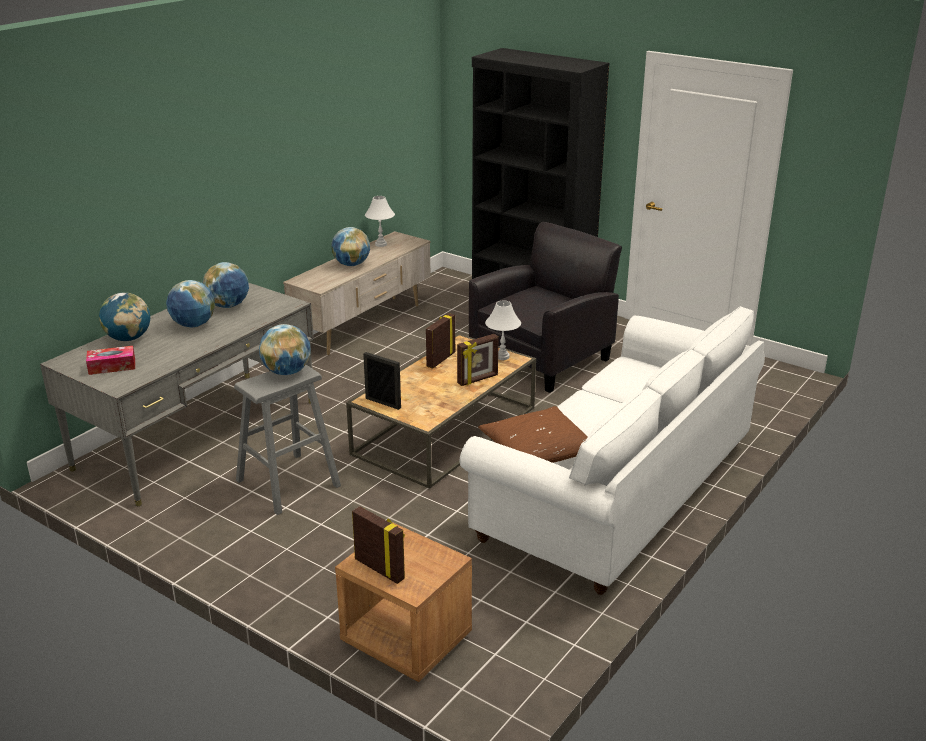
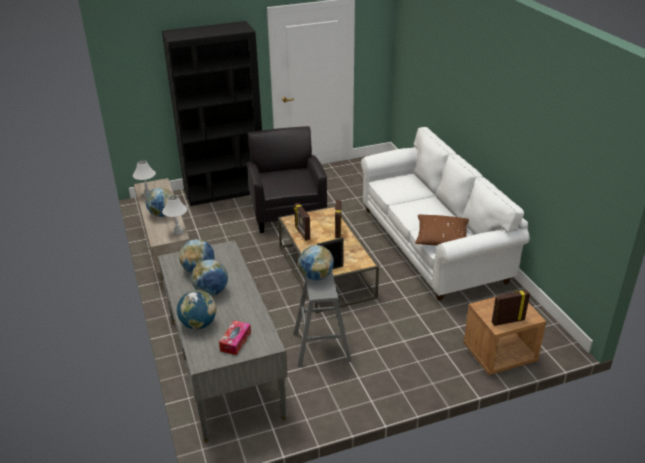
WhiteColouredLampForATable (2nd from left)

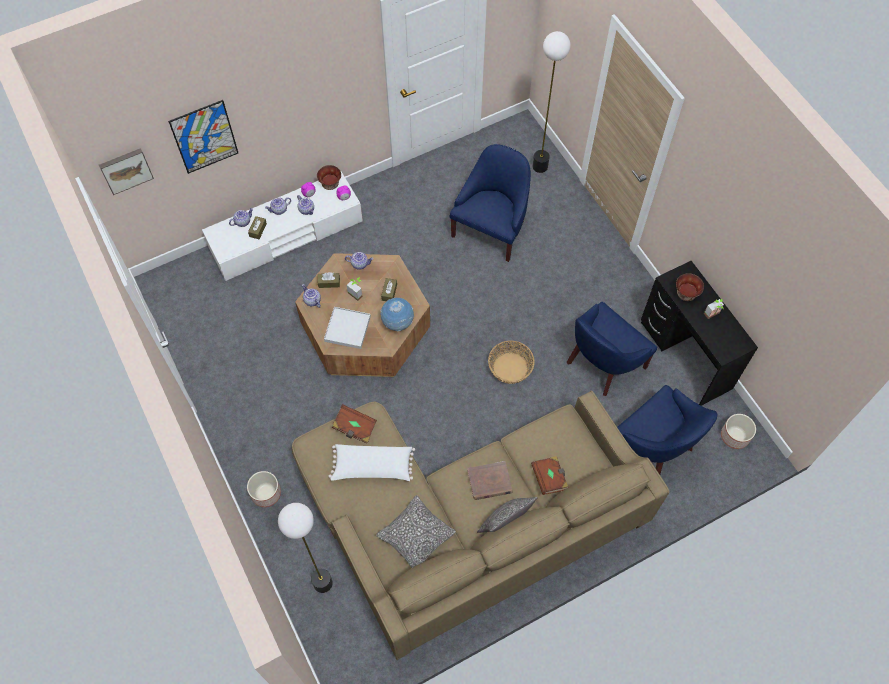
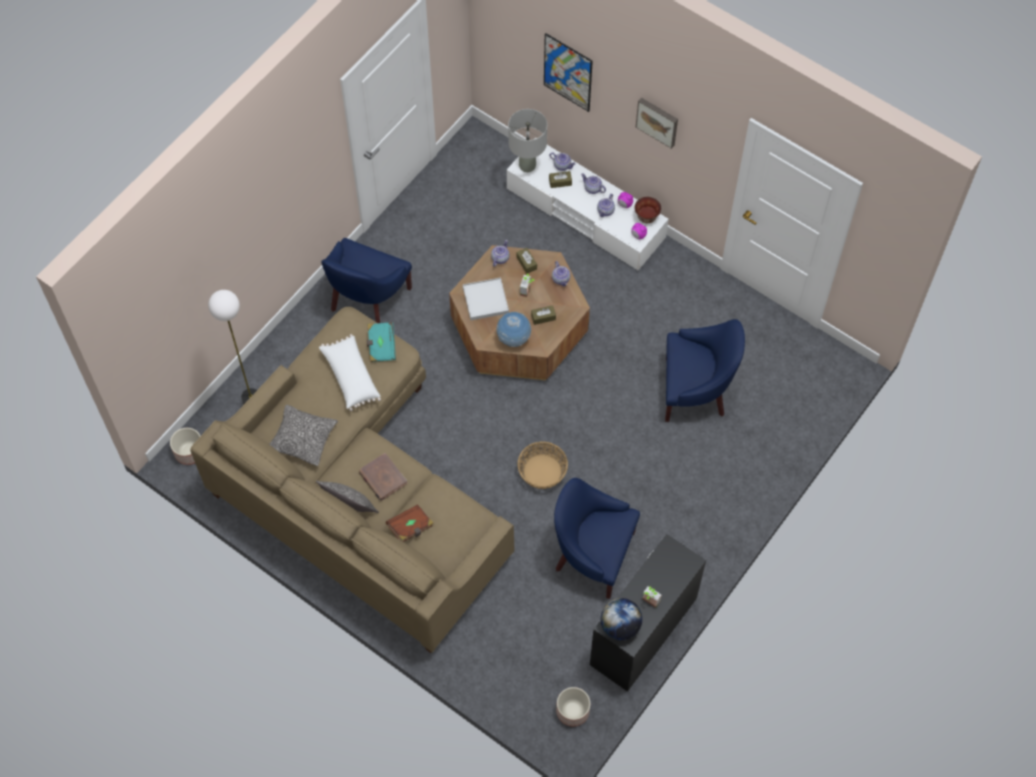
Picture (2nd from left)
FlowerPot (1st from left)
BlueGreenBoundBook
FloorLamp (2nd from left in the first image)
BluishEasyChair (1st from left)
ServingBowl (2nd from left in the first image)
GreyishLampForATable
WorldGlobe (2nd from left)

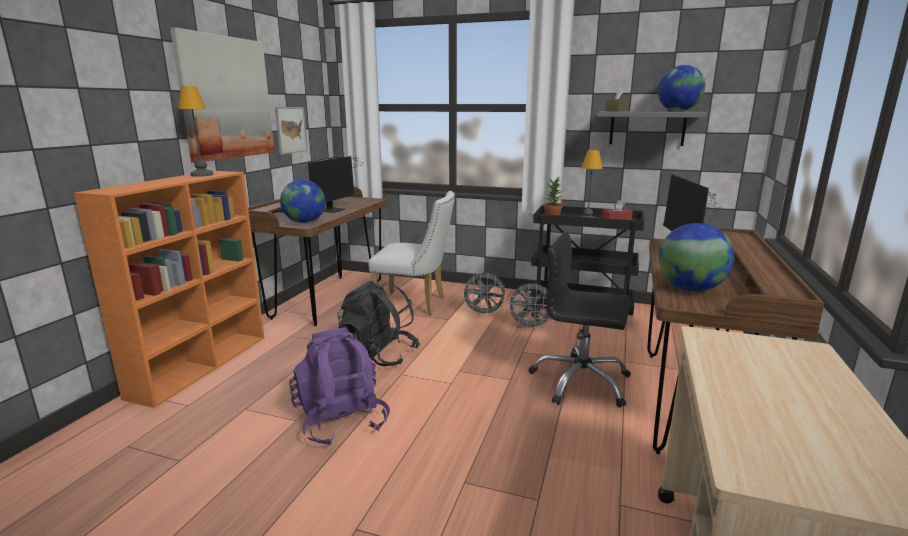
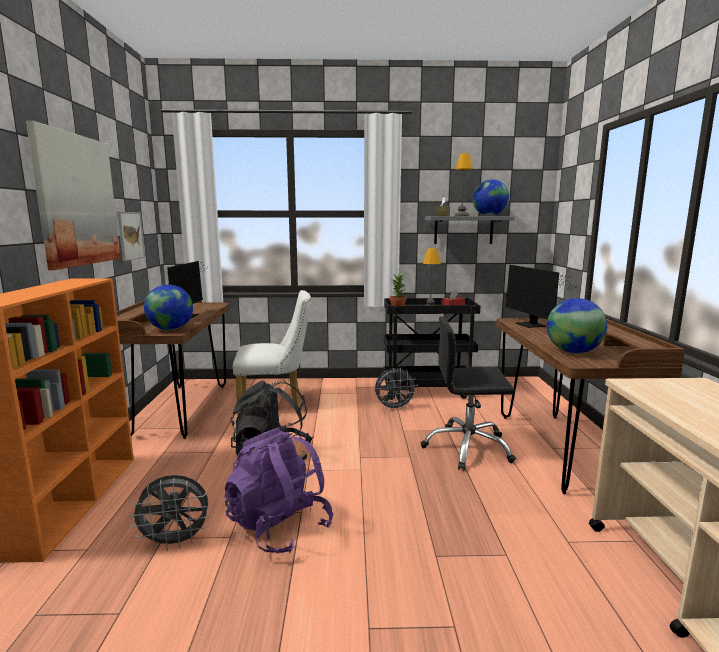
LampForATable (2nd from left)
GreyishCoolingFan (1st from left)

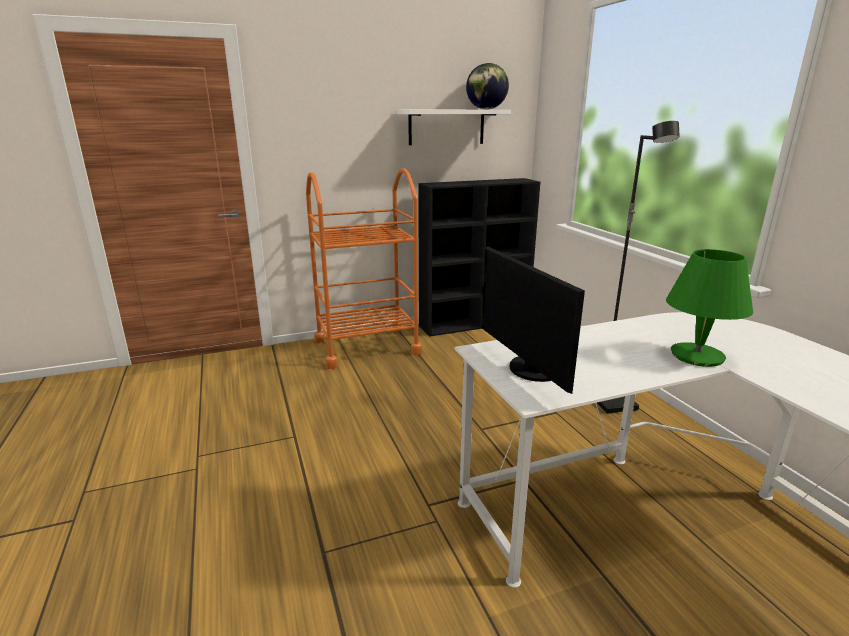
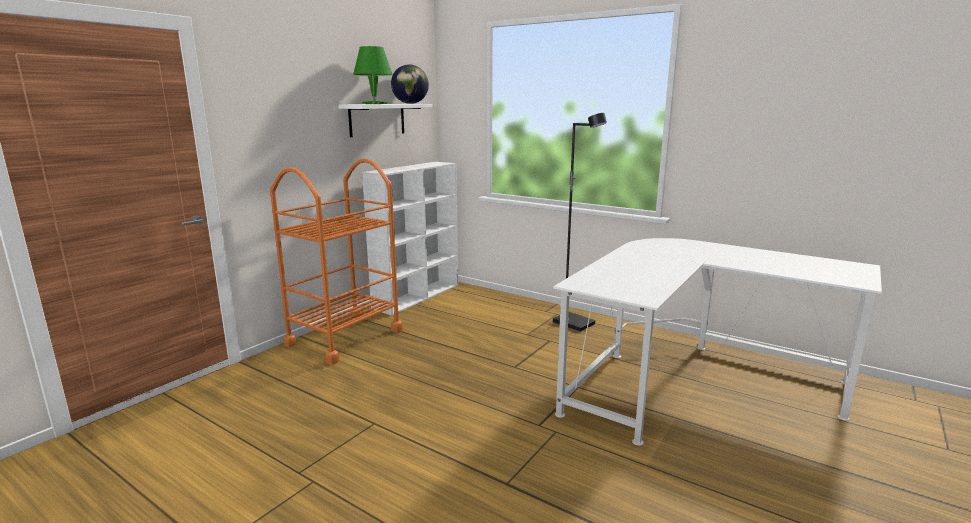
WhiteColouredBookshelf
ComputerDisplay
GreenishLampForATable

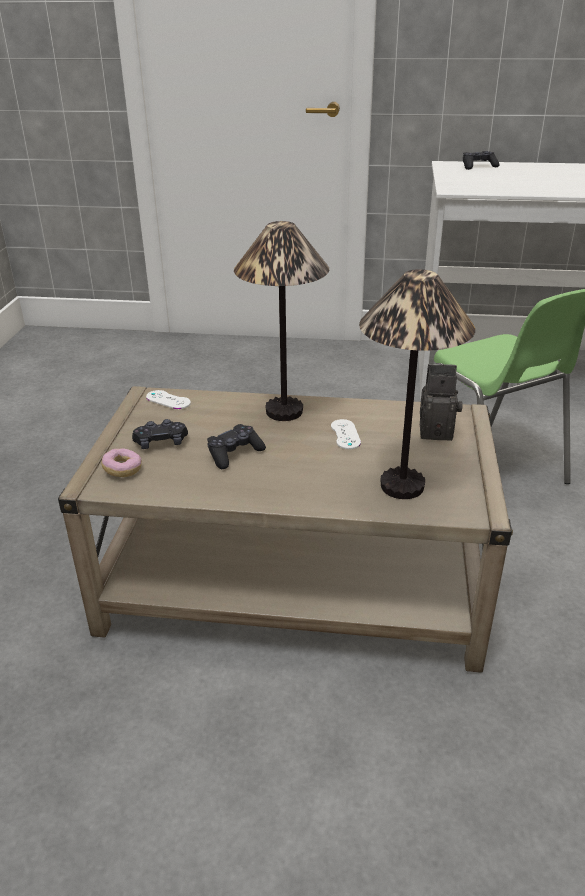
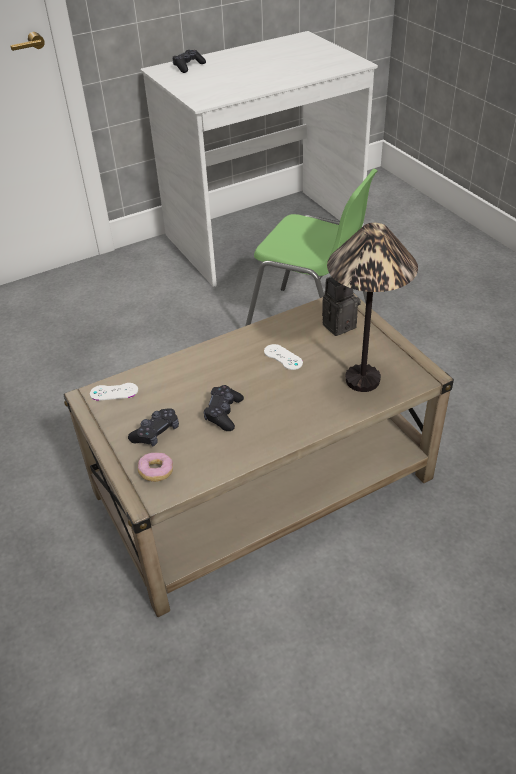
LampForATable (1st from left in the first image)

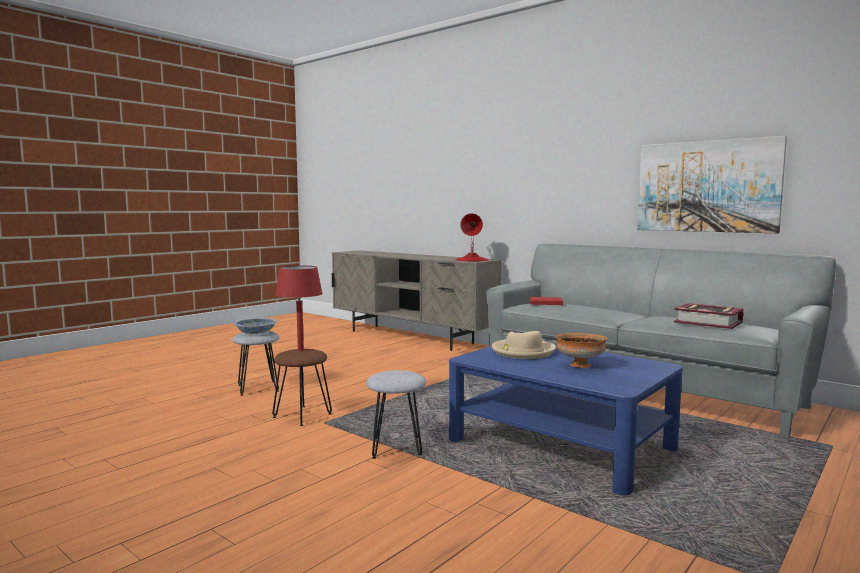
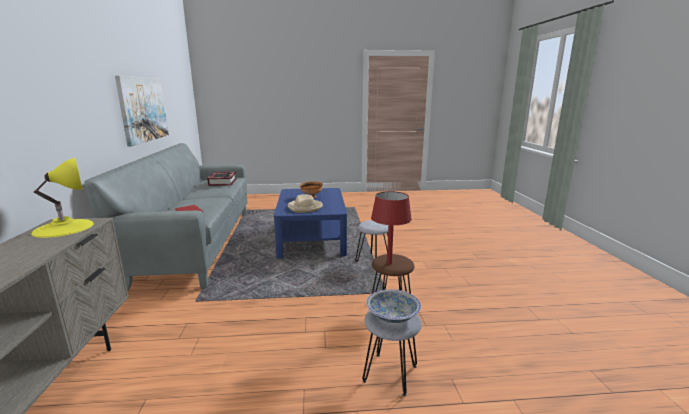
YellowishLampForATable

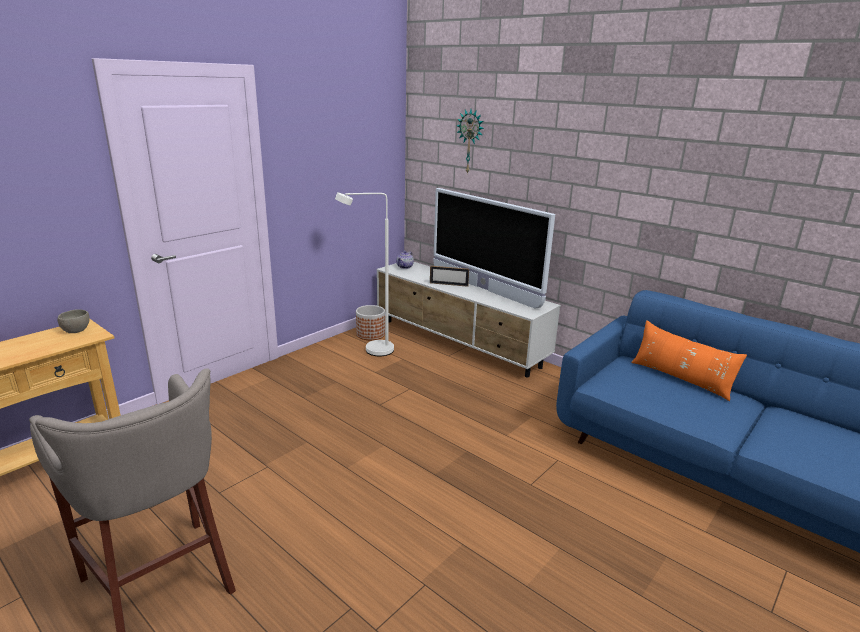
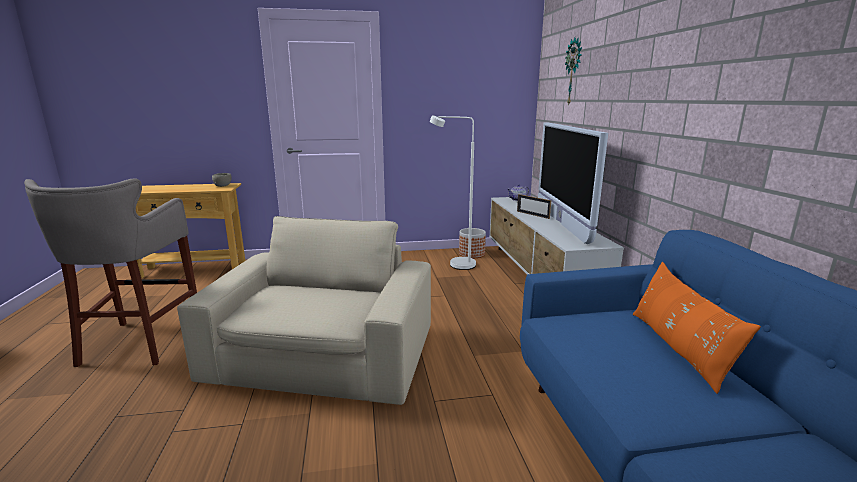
BeigeColouredEasyChair

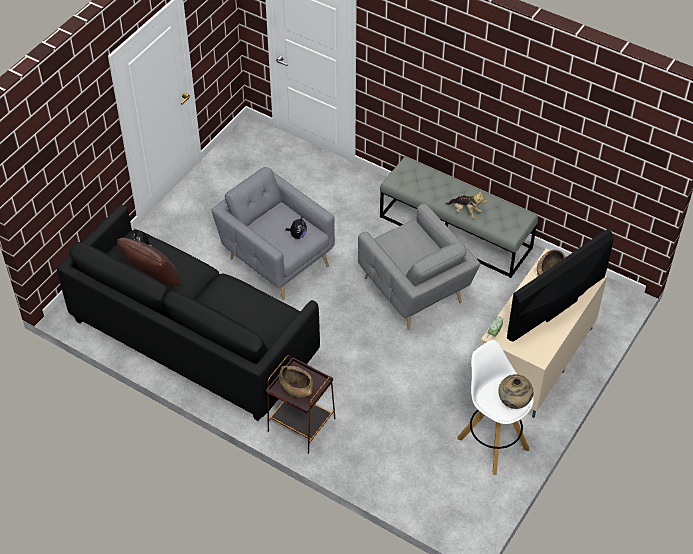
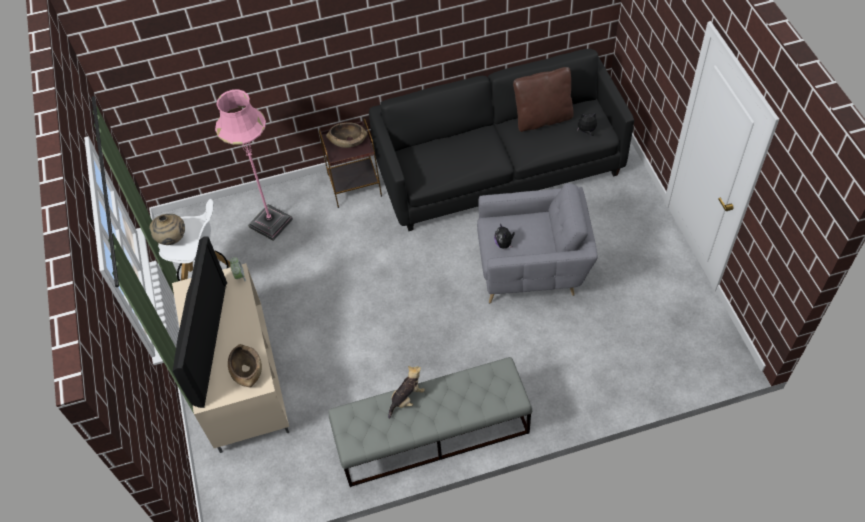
GreyishEasyChair (2nd from left in the first image)
CuddlyToy (1st from left)
PinkFloorLamp

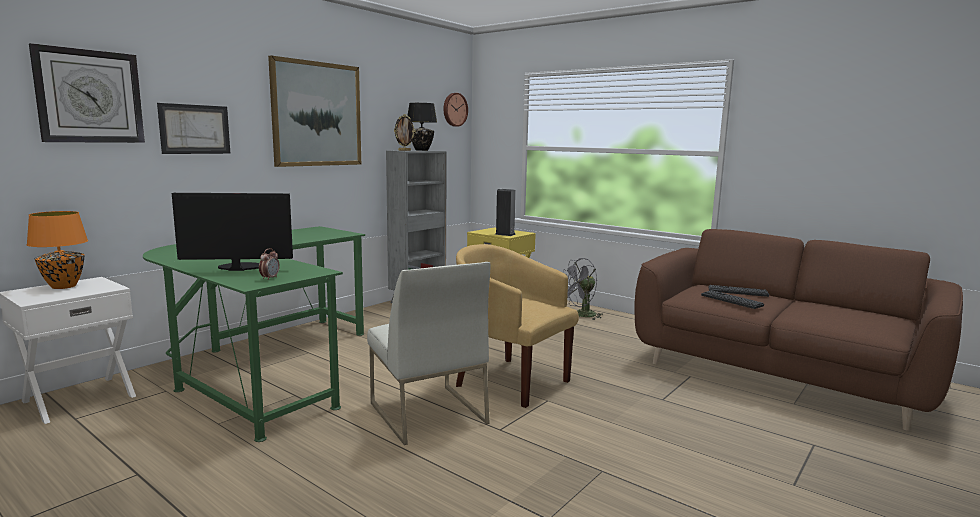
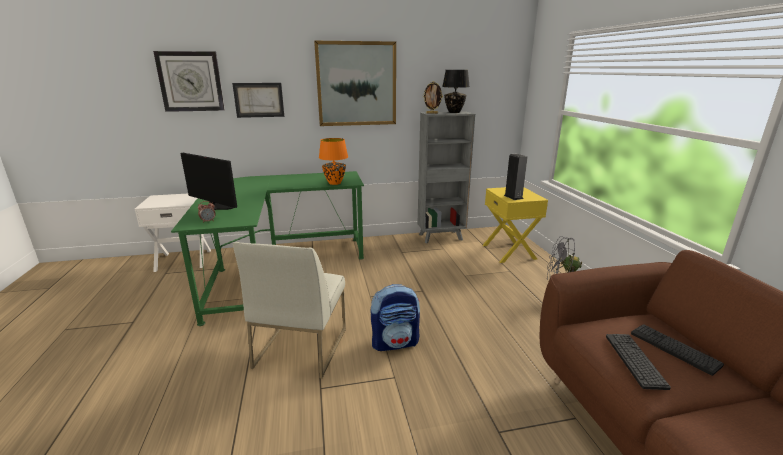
OrangeColouredLampForATable
ClockOnTheWall (2nd from left in the first image)
Rucksack

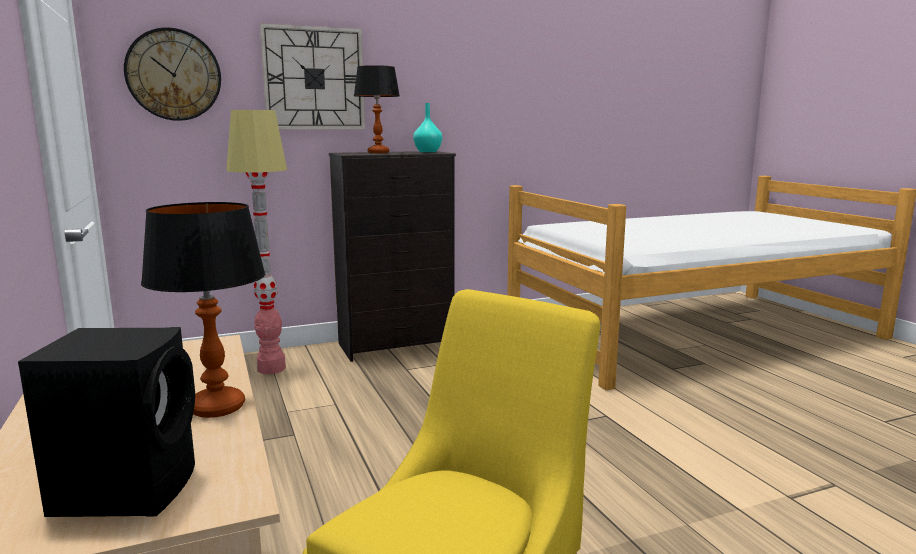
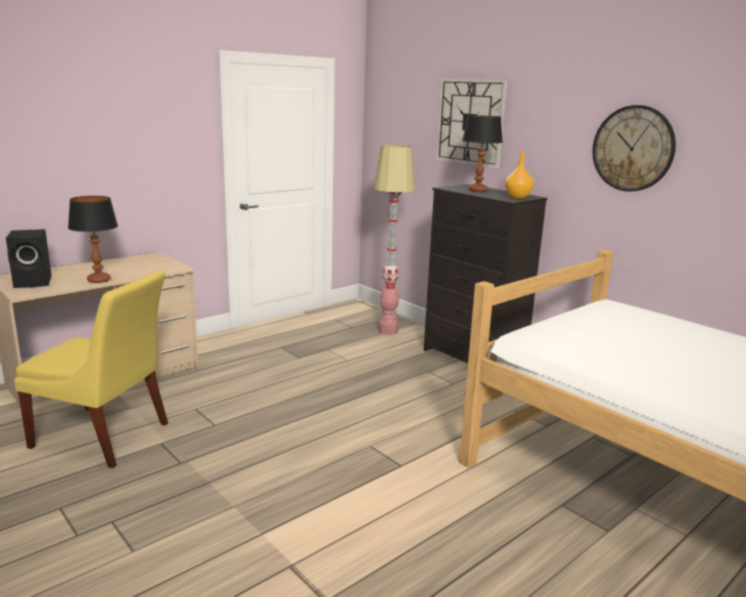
ClockOnTheWall (2nd from left)
OrangeColouredDecorativeVase

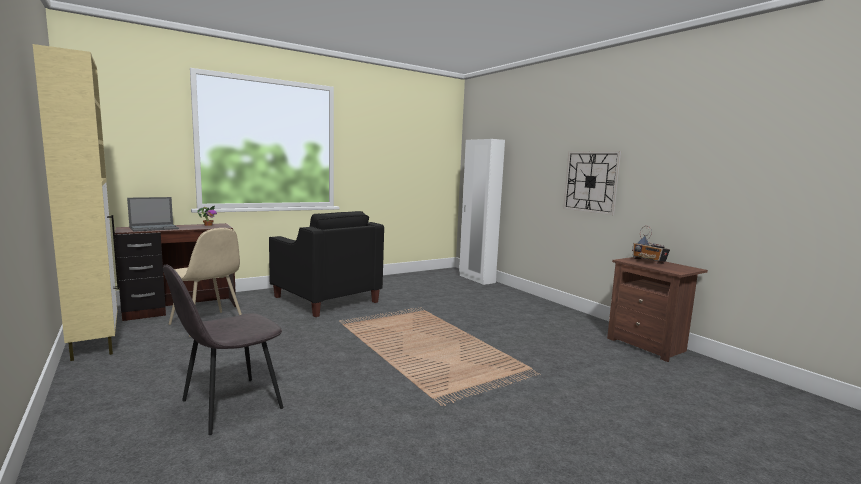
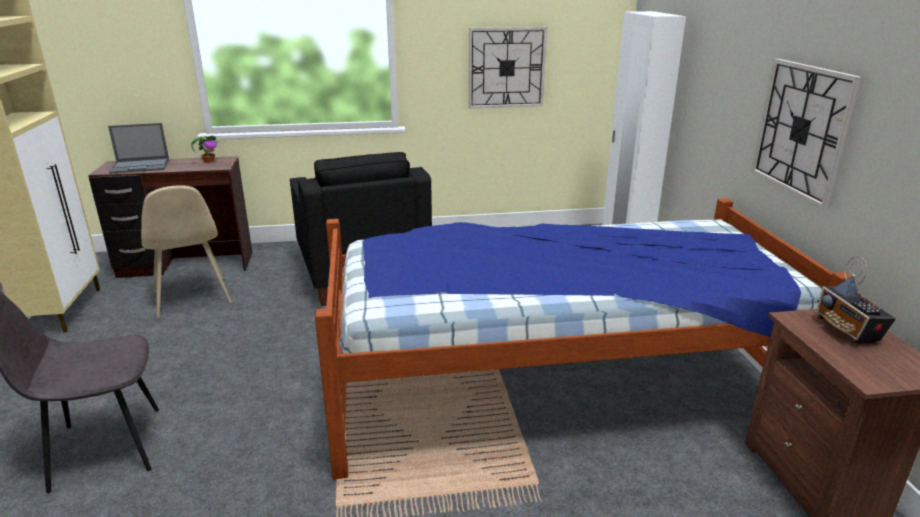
Bed
ClockOnTheWall (1st from left)

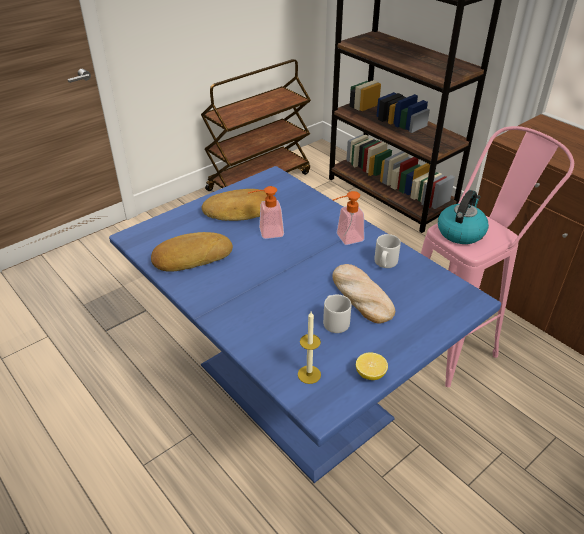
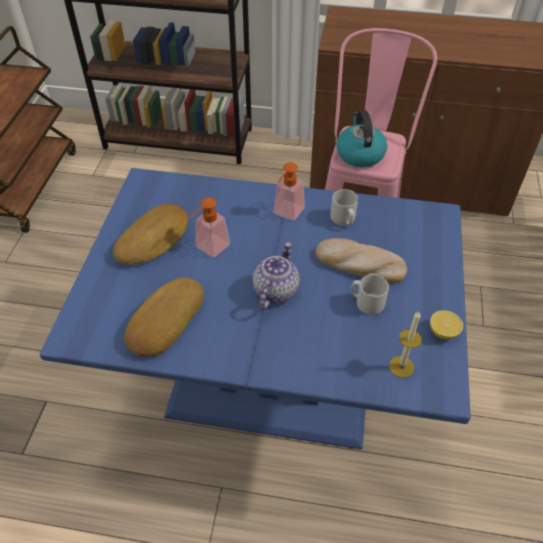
TeaPot

